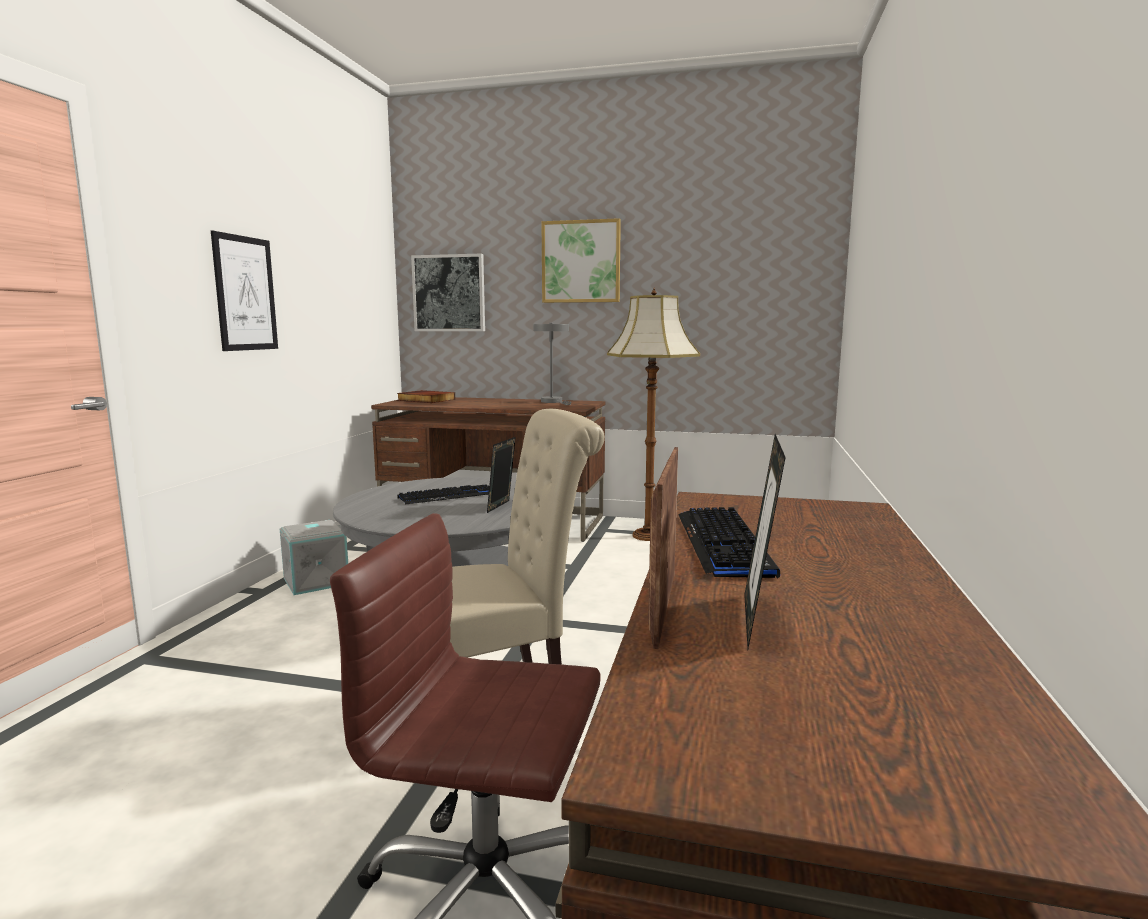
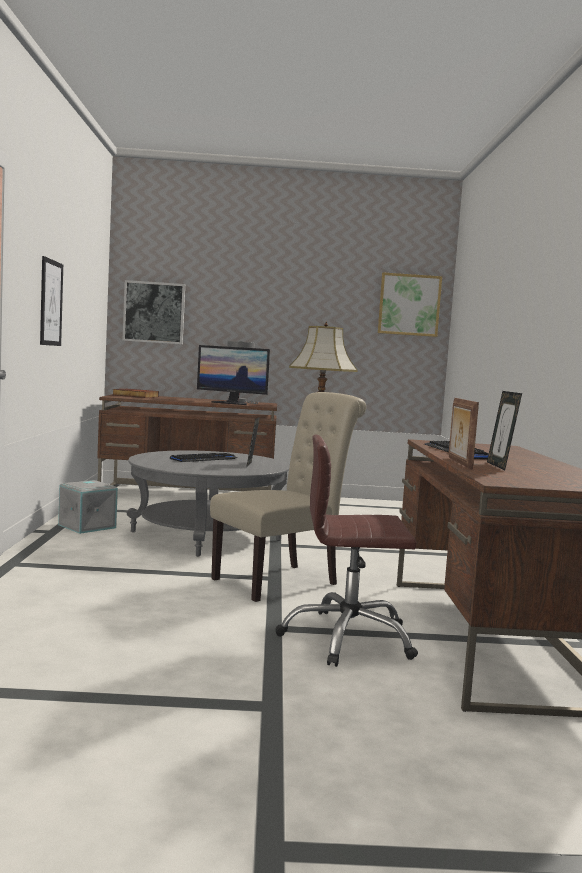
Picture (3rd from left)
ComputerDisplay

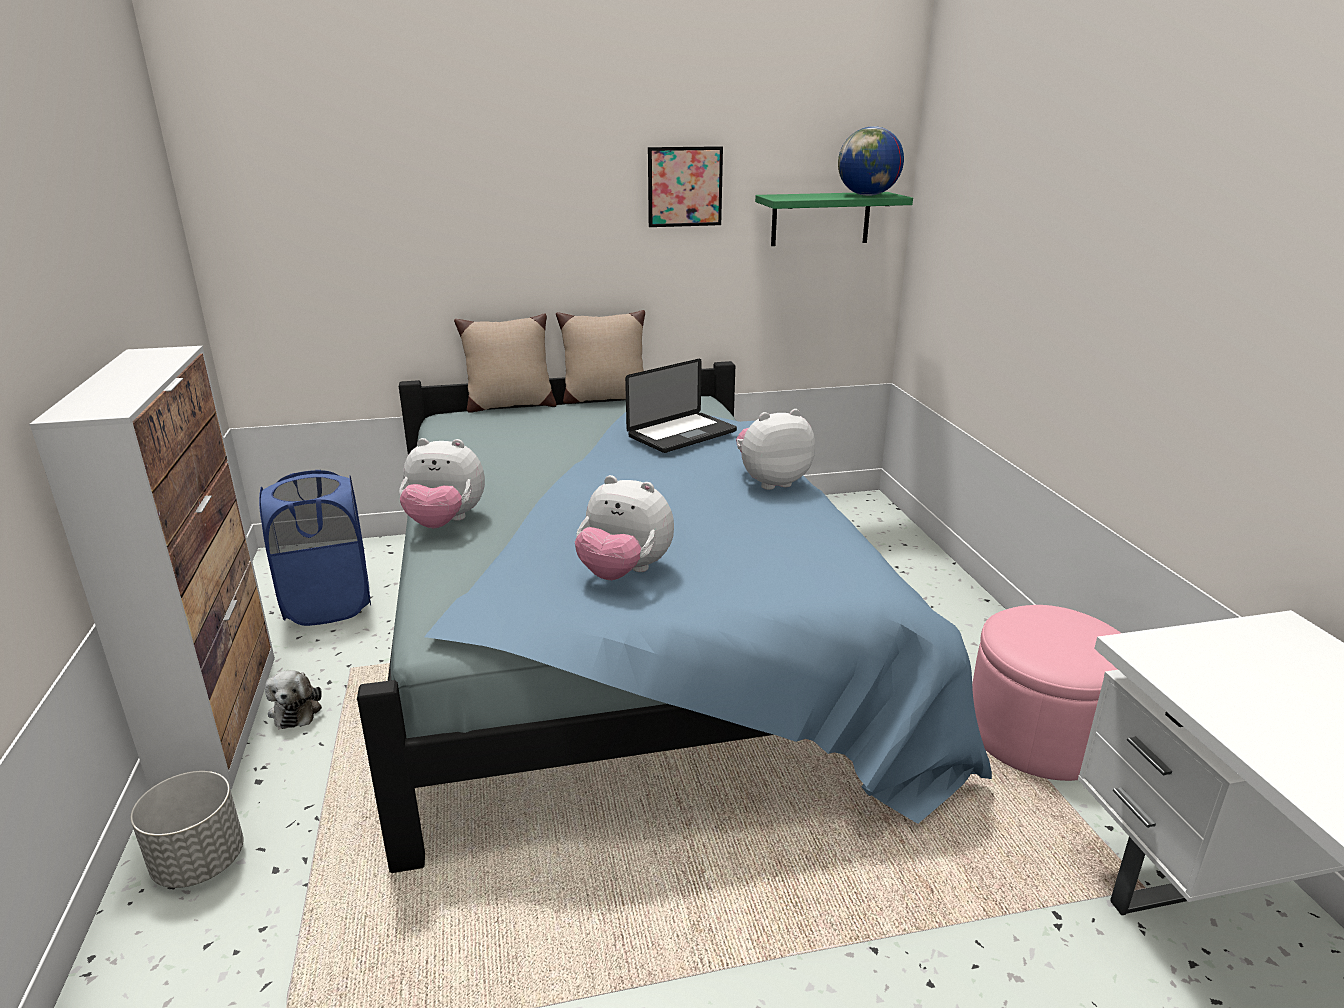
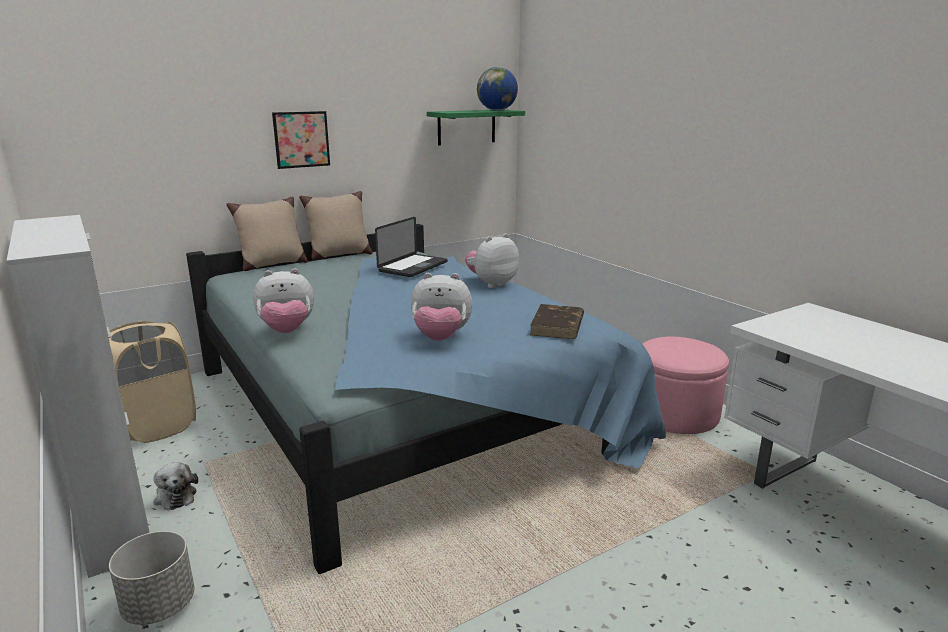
BeigeColouredLaundryBasket
Picture
BrownColouredBoundBook

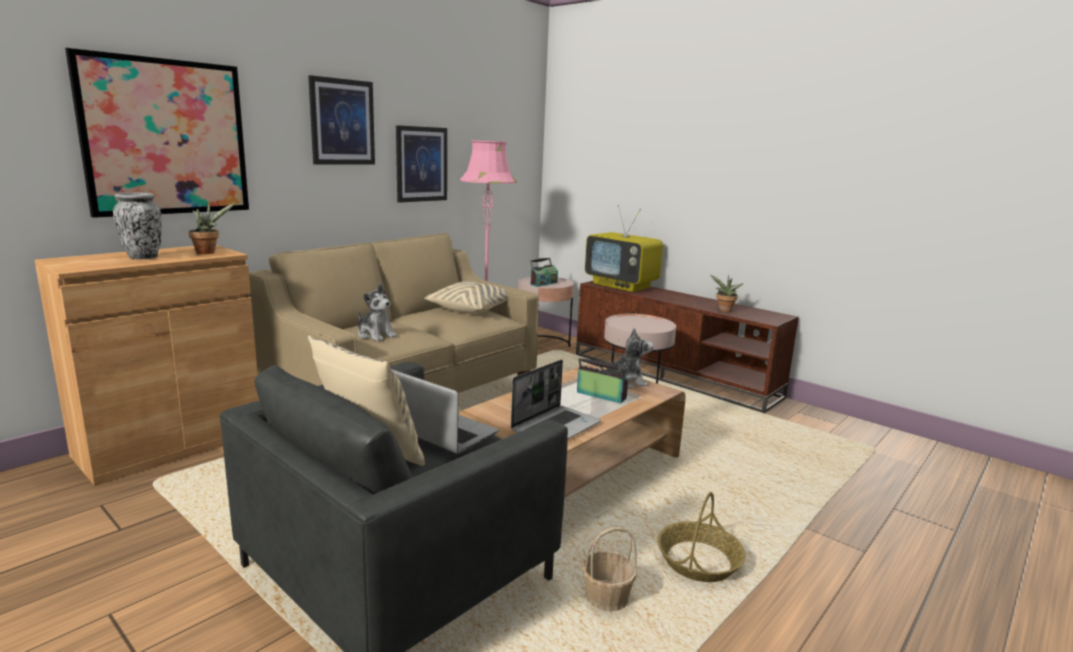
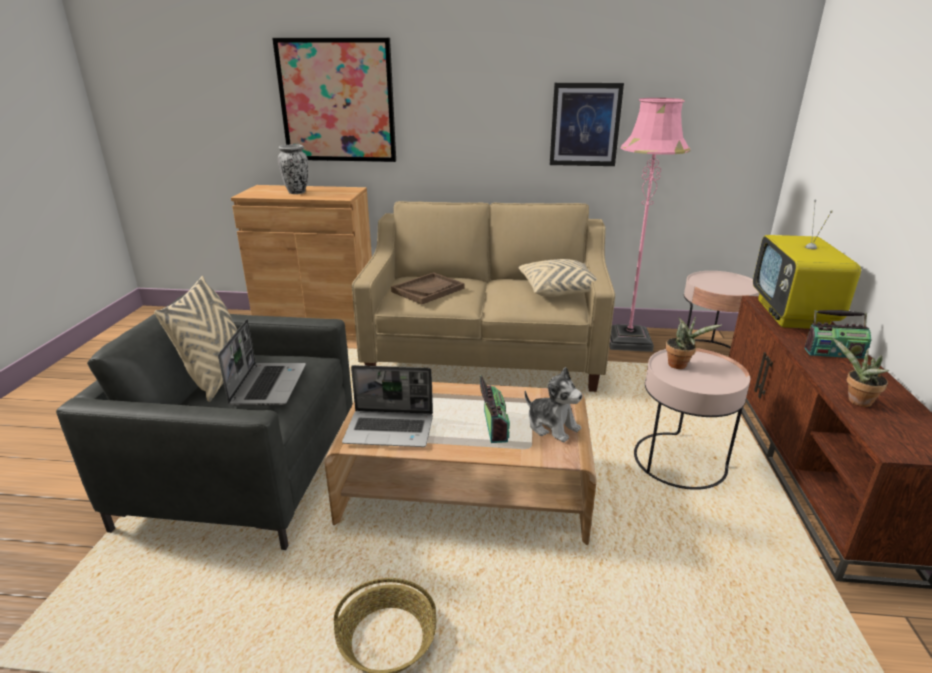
PottedPlant (1st from left)
Picture (2nd from left in the first image)
BrownColouredServingTray
Radio (2nd from left)
StorageBasket (1st from left in the first image)

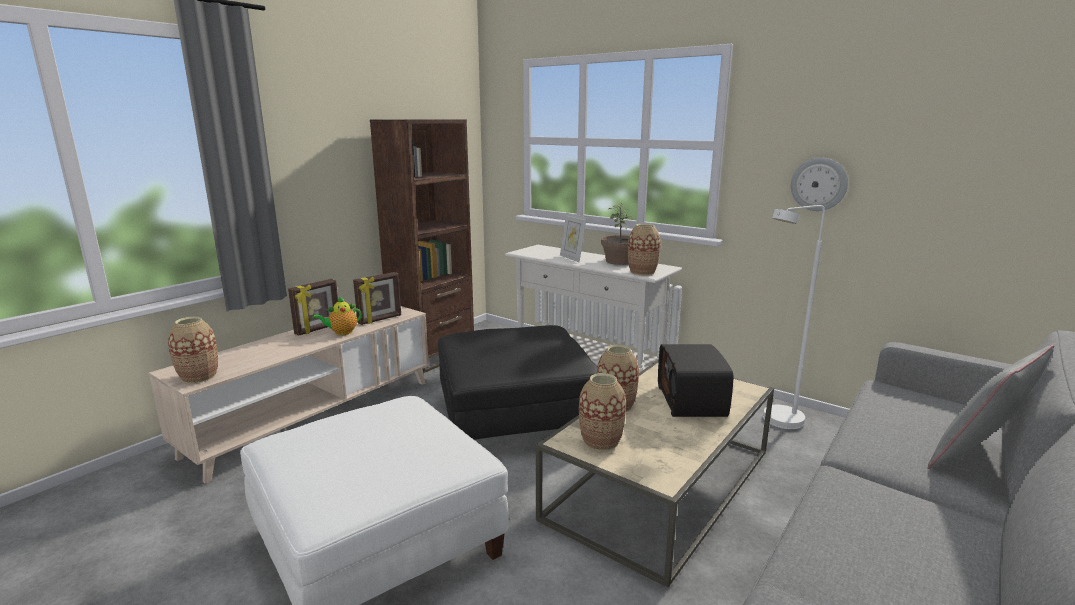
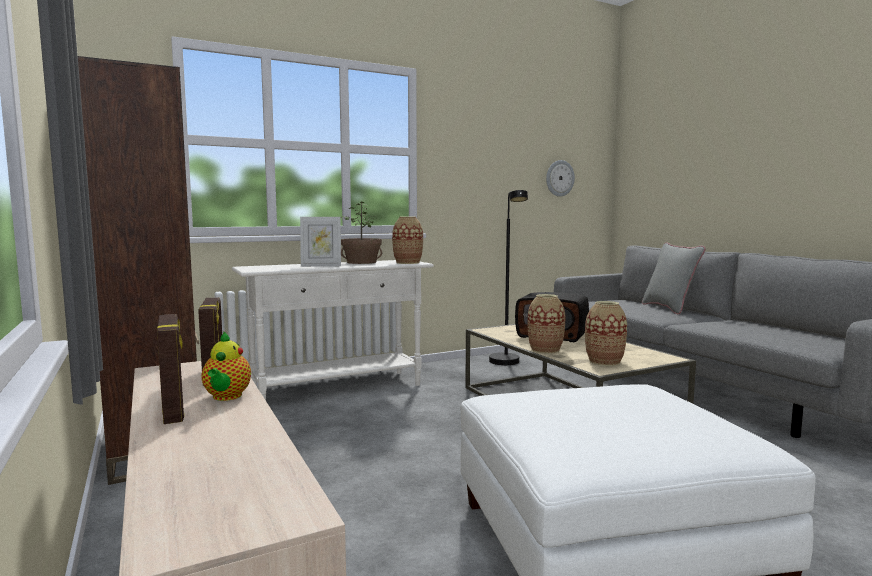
DecorativeVase (1st from left in the first image)
BlackPouffe
BlackFloorLamp
ClockOnTheWall

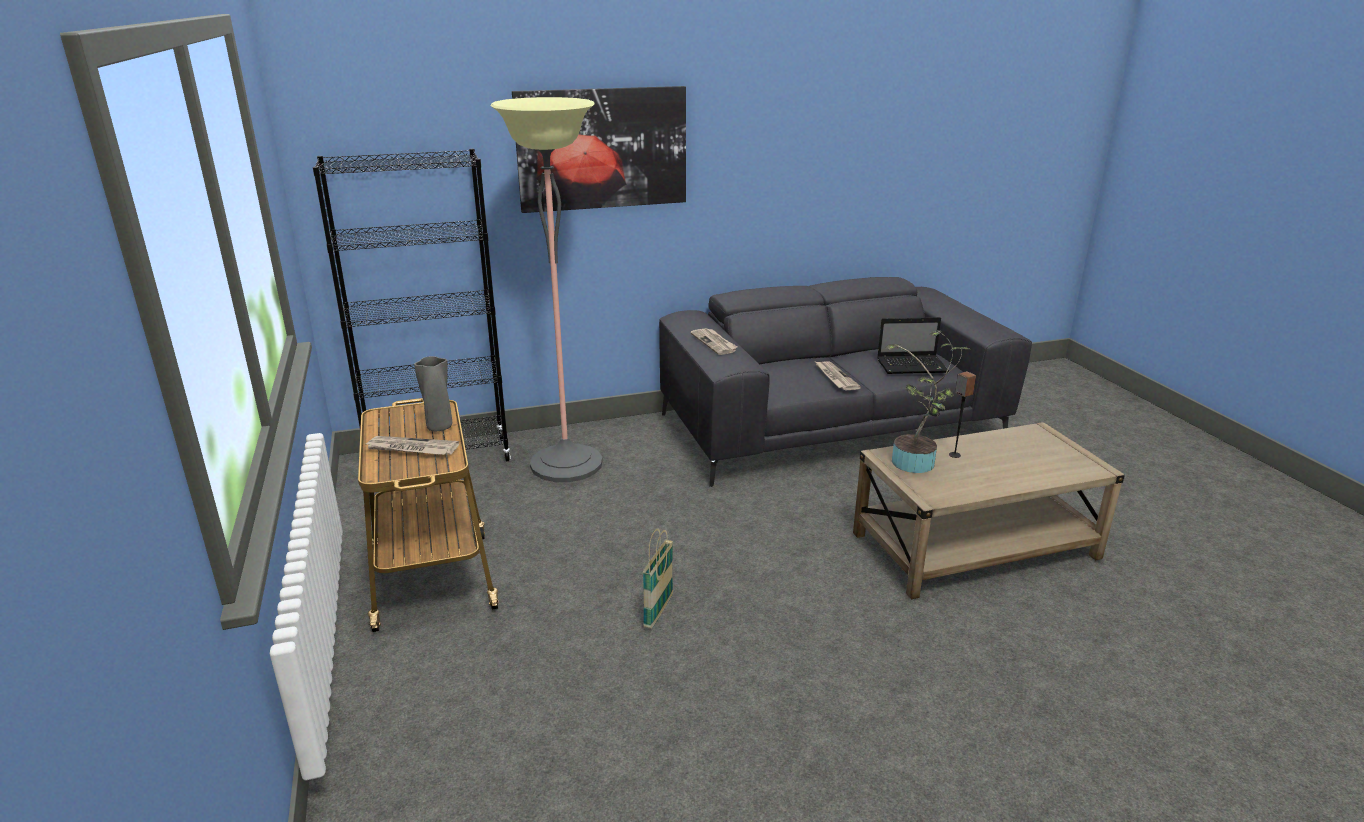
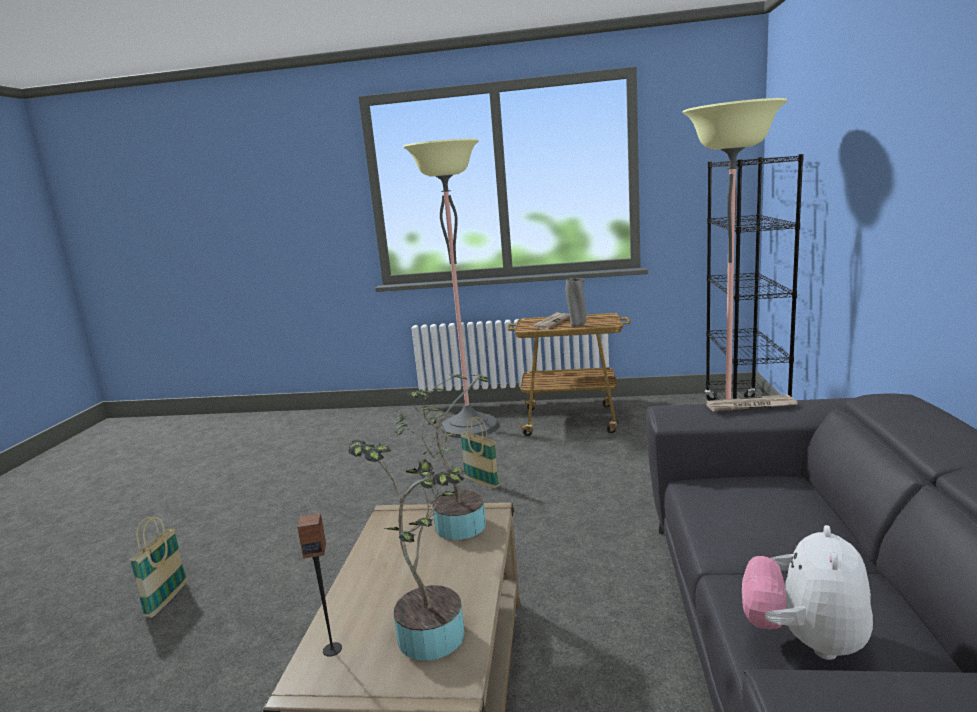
Picture
Newspaper (3rd from left in the first image)
CuddlyToy
Speaker
StorageBasket (1st from left)
PottedPlant (1st from left)
FloorLamp (1st from left)

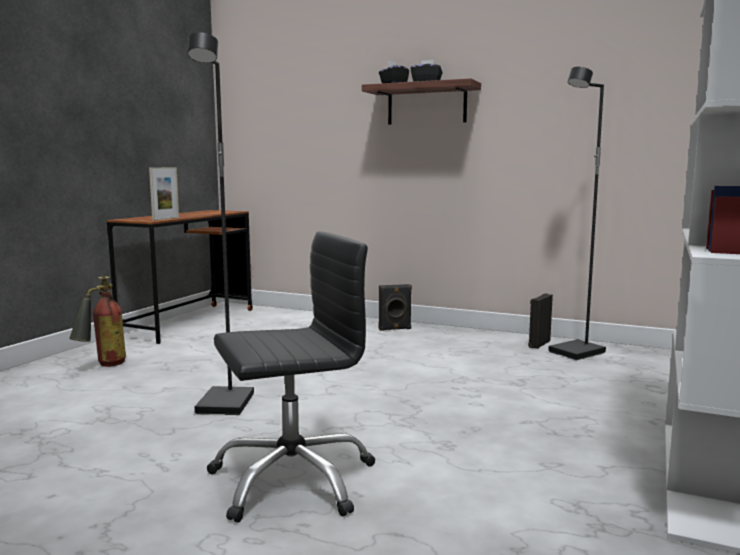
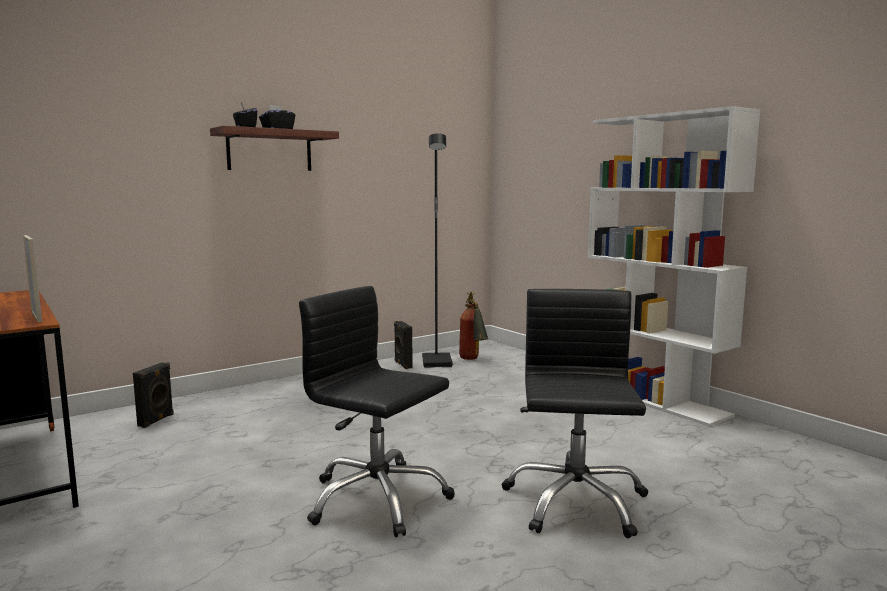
Extinguisher
BlackOfficeChair (1st from left)
BlackSpeaker (1st from left)

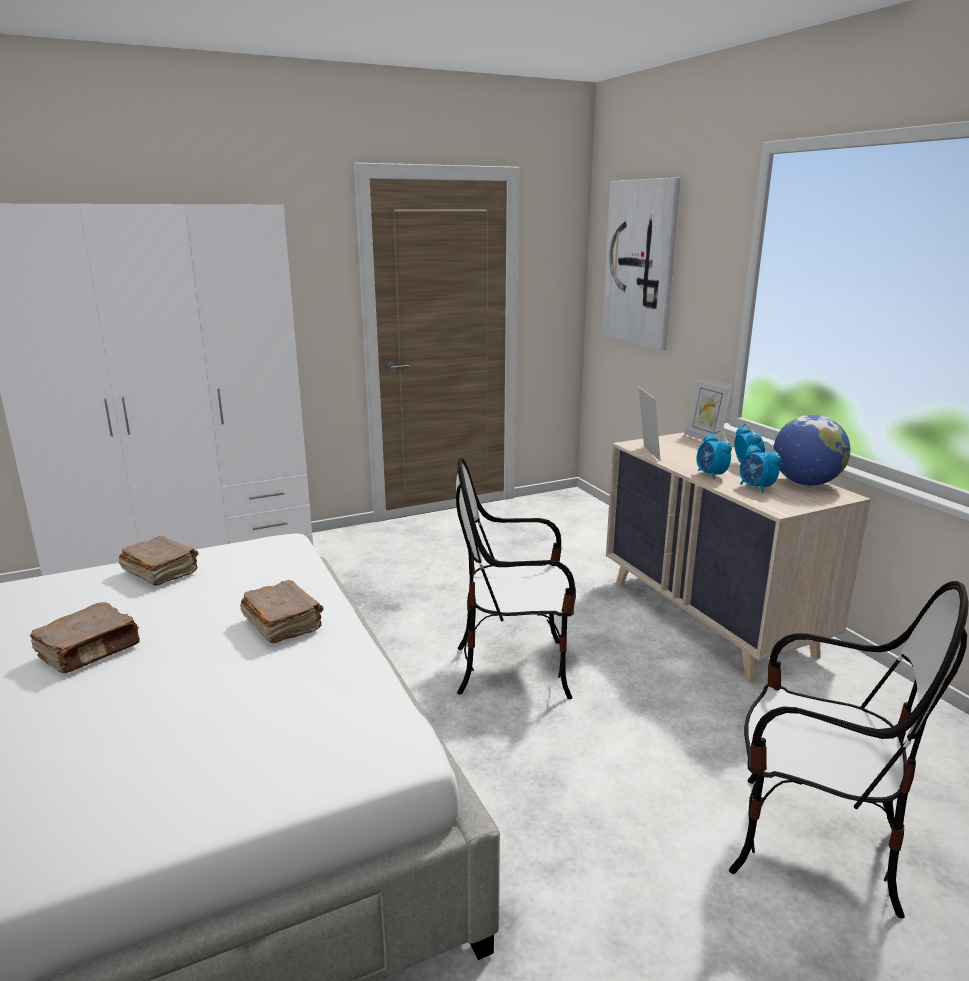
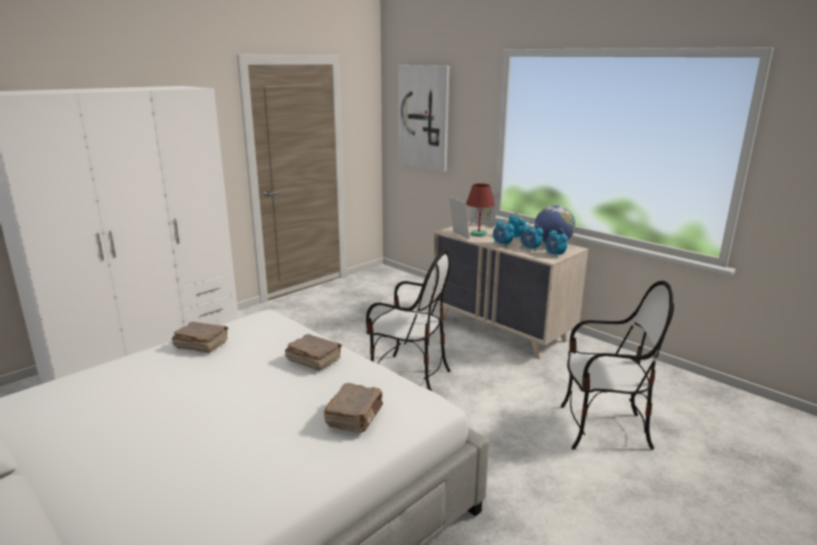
BrownColouredBoundBook (3rd from left)
PlainChair (1st from left)
RedLampForATable
AlarmClock (4th from left)

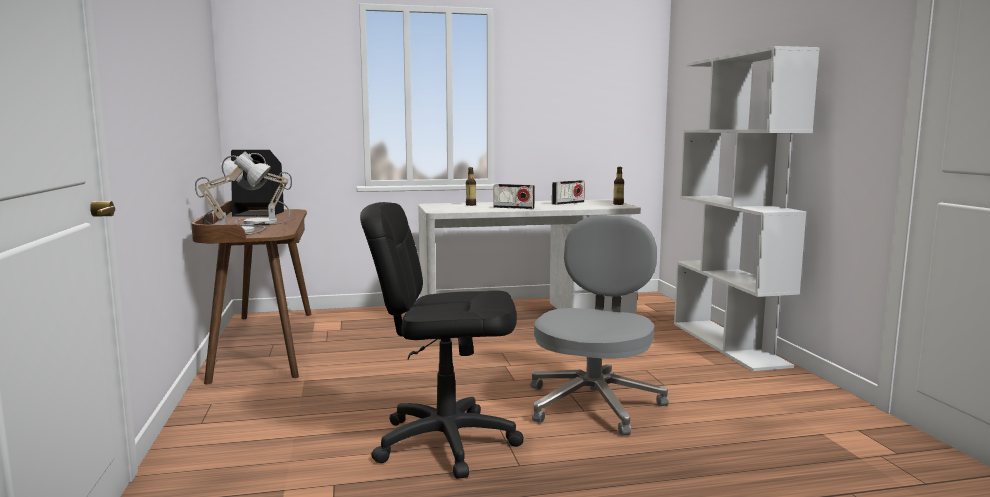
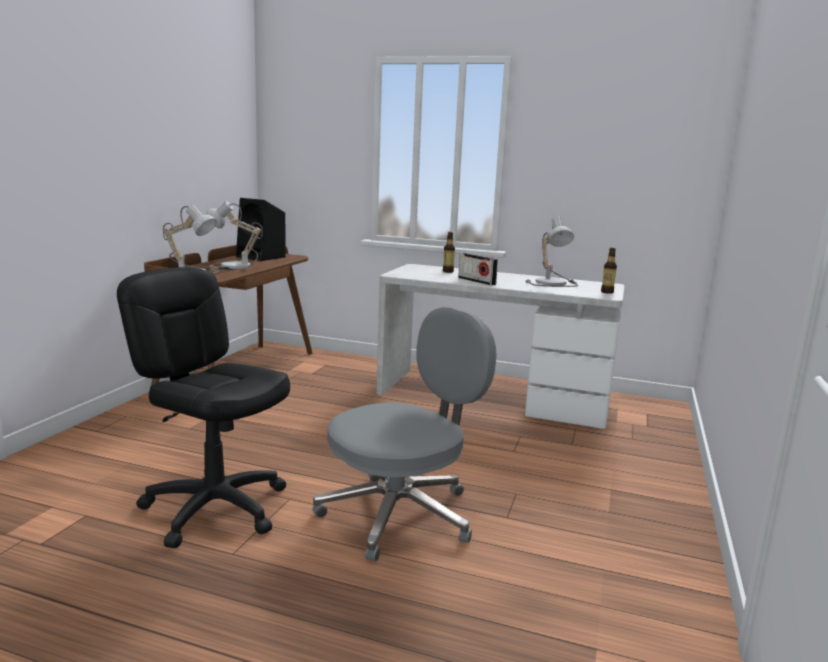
LampForATable (3rd from left)
WhiteColouredBookshelf

